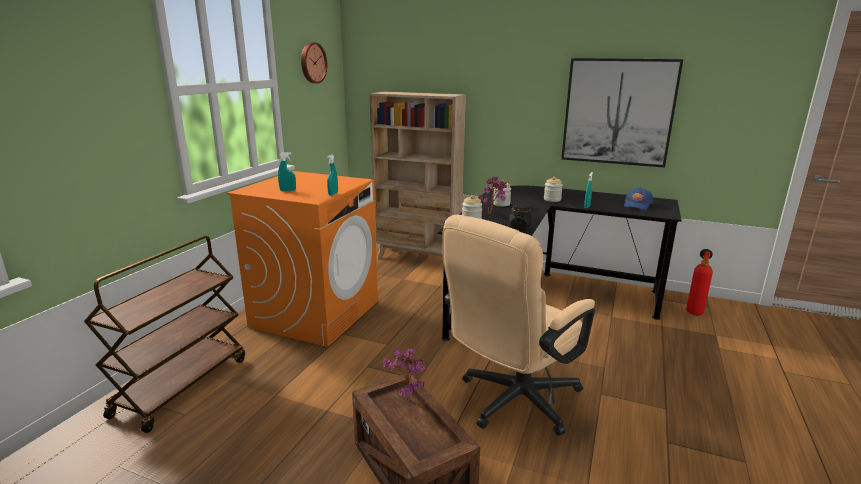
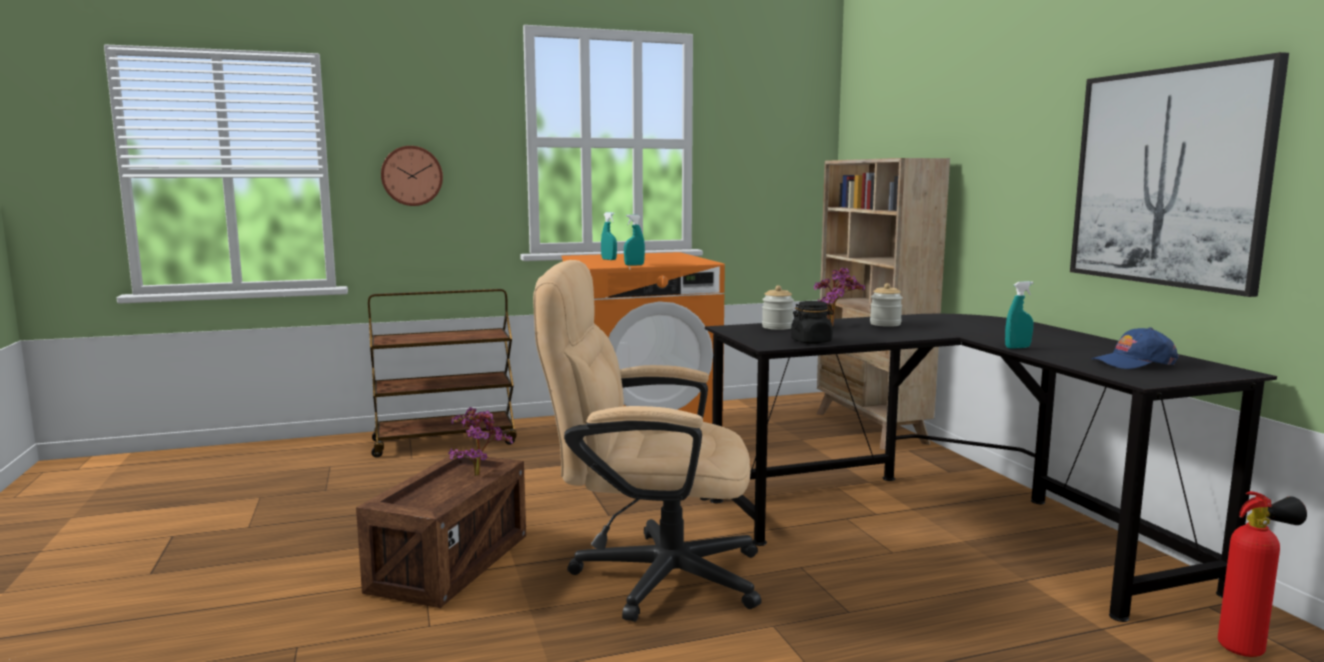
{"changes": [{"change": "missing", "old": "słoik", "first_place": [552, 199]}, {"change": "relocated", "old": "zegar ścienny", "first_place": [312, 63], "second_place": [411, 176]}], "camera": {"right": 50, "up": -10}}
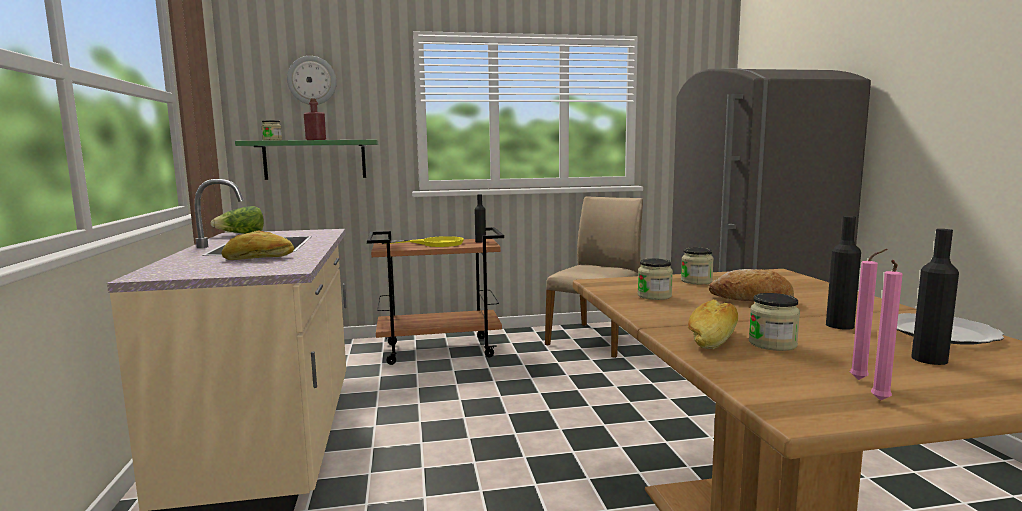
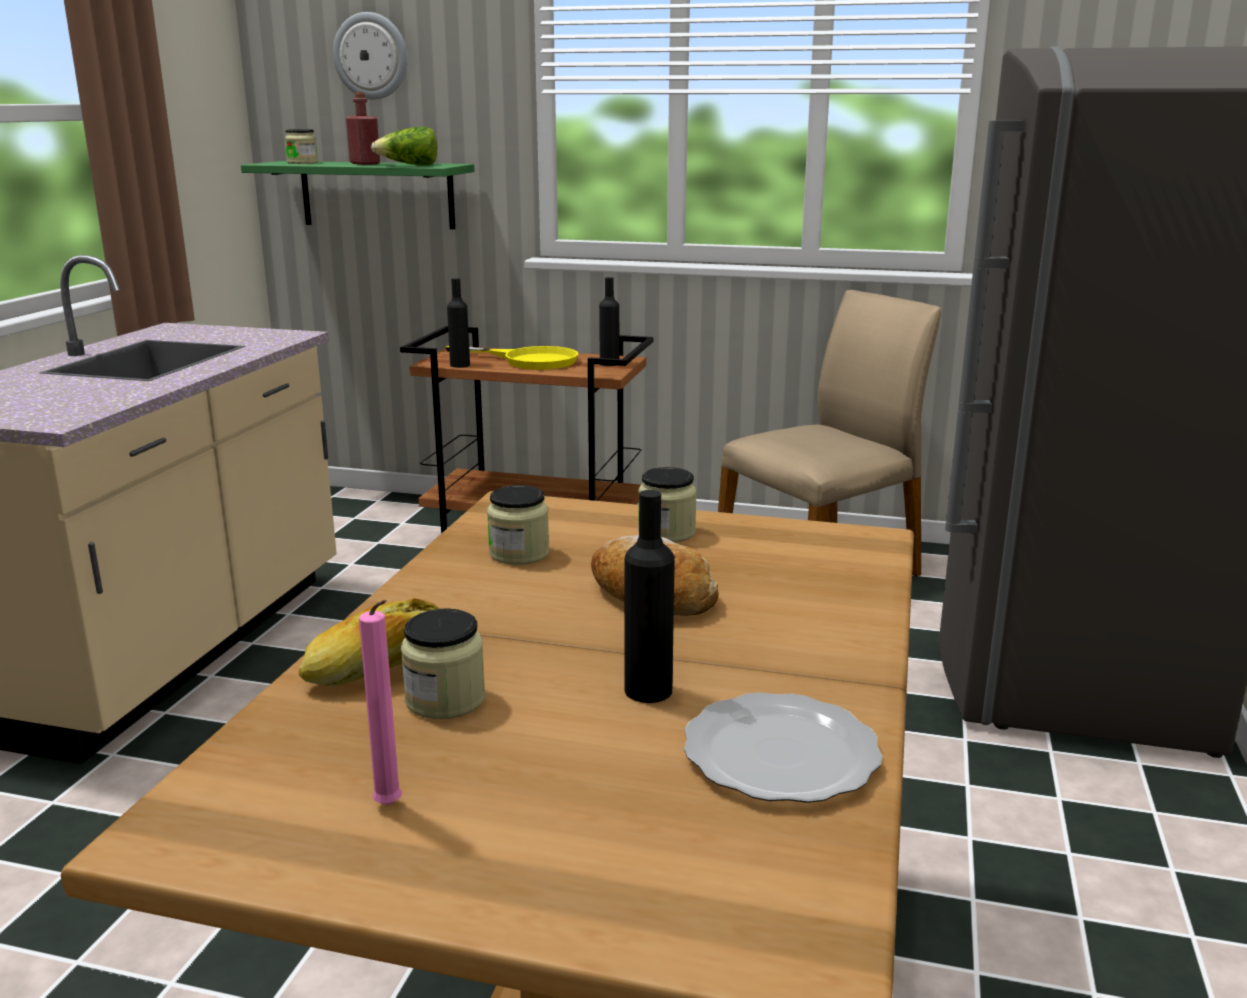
{"changes": [{"change": "missing", "old": "chleb", "first_place": [259, 258]}, {"change": "missing", "old": "świeca/różowy", "first_place": [879, 401]}, {"change": "relocated", "old": "sałata", "first_place": [241, 234], "second_place": [409, 165]}, {"change": "relocated", "old": "butelka/czarny", "first_place": [929, 359], "second_place": [460, 365]}], "camera": {"right": 25, "up": 10}}
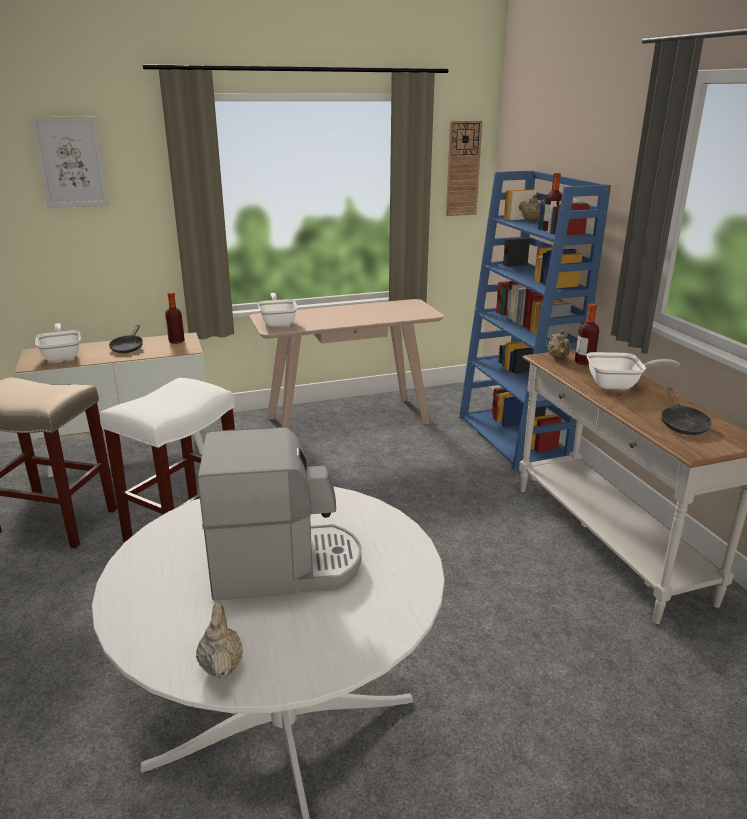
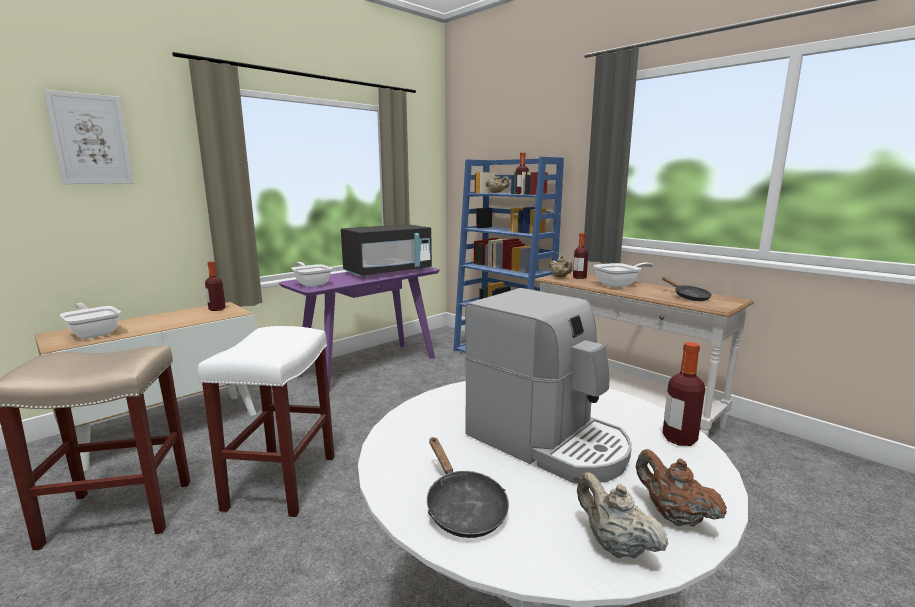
{"changes": [{"change": "missing", "old": "zegar ścienny", "first_place": [463, 169]}, {"change": "appeared", "new": "mikrofalówka/czarny", "second_place": [388, 272]}, {"change": "appeared", "new": "imbryk/brązowy", "second_place": [673, 516]}, {"change": "appeared", "new": "butelka", "second_place": [679, 439]}, {"change": "relocated", "old": "patelnia/czarny", "first_place": [128, 347], "second_place": [462, 508]}, {"change": "colour", "old": "stolik konsolowy/beżowy", "new": "stolik konsolowy/fioletowy", "first_place": [348, 420], "second_place": [369, 366]}, {"change": "spun", "old": "ekspres do kawy", "first_place": [284, 566], "second_place": [548, 442], "degrees": 75}], "camera": {"right": -25, "up": -10}}
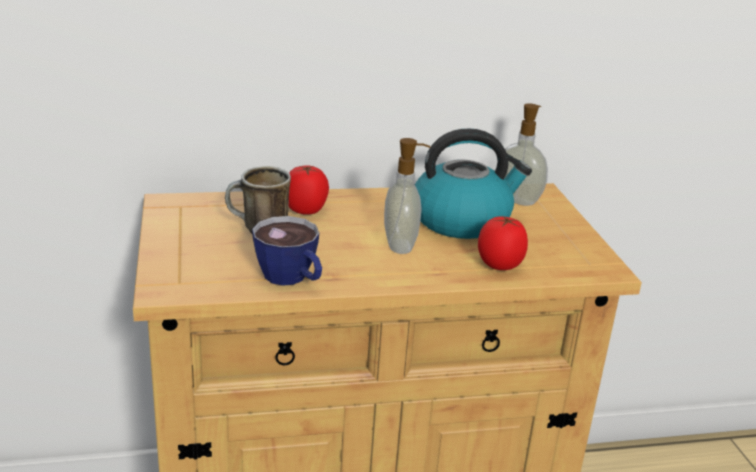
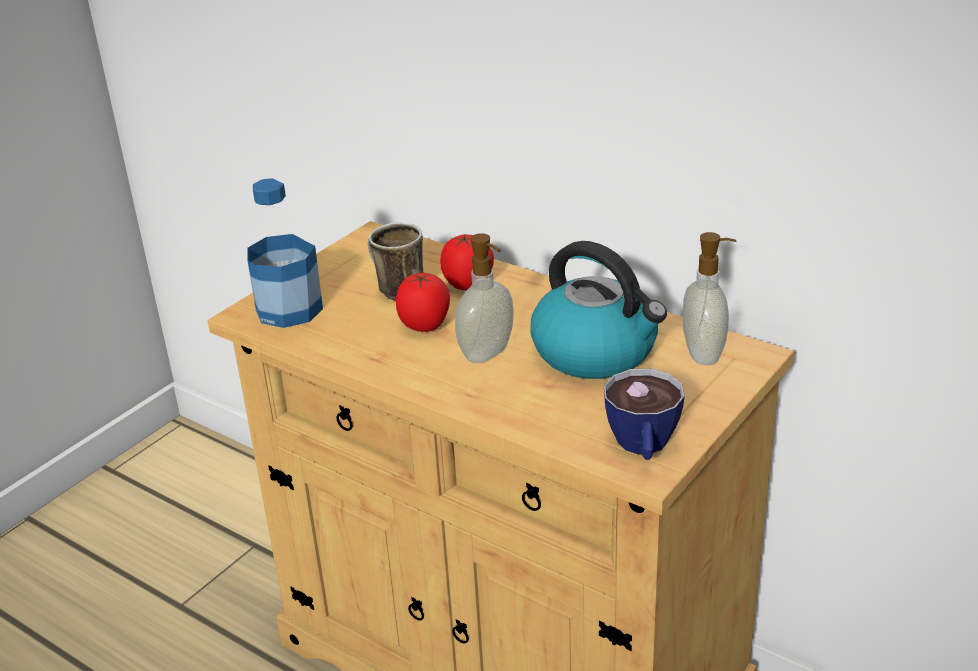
{"changes": [{"change": "appeared", "new": "butelka", "second_place": [289, 309]}, {"change": "relocated", "old": "filiżanka", "first_place": [292, 279], "second_place": [643, 447]}, {"change": "relocated", "old": "pomidor", "first_place": [499, 265], "second_place": [425, 325]}], "camera": {"right": 50, "up": 5}}
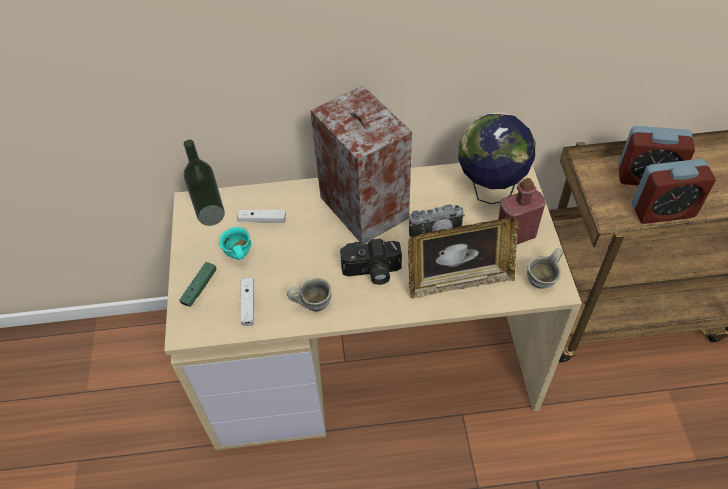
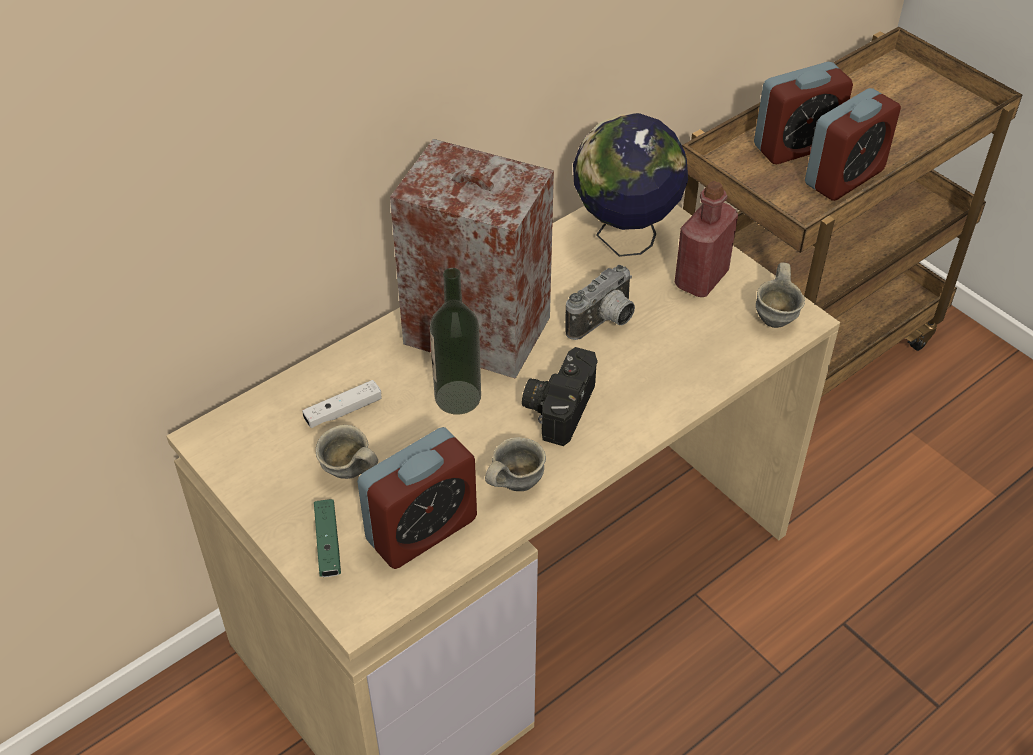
{"changes": [{"change": "missing", "old": "ramka na zdjęcie", "first_place": [459, 281]}, {"change": "relocated", "old": "butelka", "first_place": [211, 215], "second_place": [457, 397]}, {"change": "exchanged", "old": "pad do gier/biały", "new": "budzik", "first_place": [248, 304], "second_place": [421, 530]}, {"change": "colour", "old": "kubek/turkusowy", "new": "kubek/szary", "first_place": [238, 256], "second_place": [348, 475]}, {"change": "spun", "old": "aparat fotograficzny", "first_place": [371, 272], "second_place": [558, 406], "degrees": 150}], "camera": {"right": -35, "up": -5}}
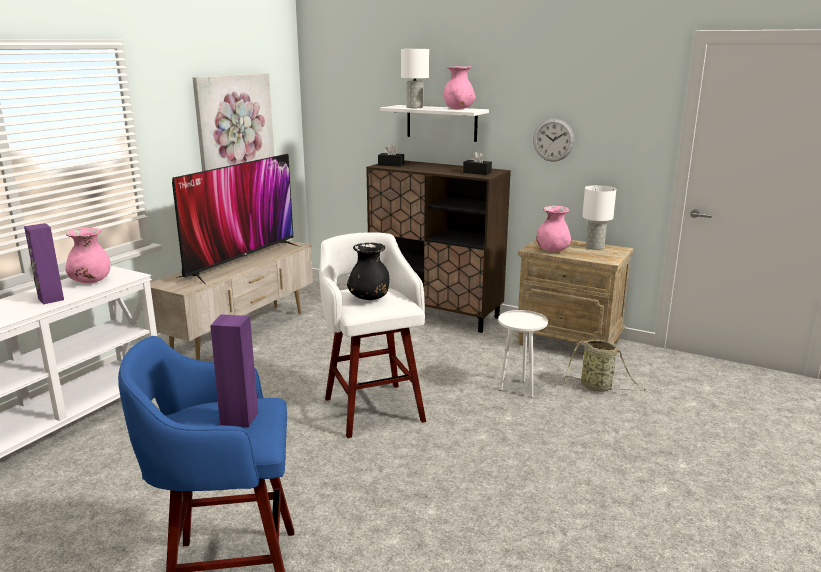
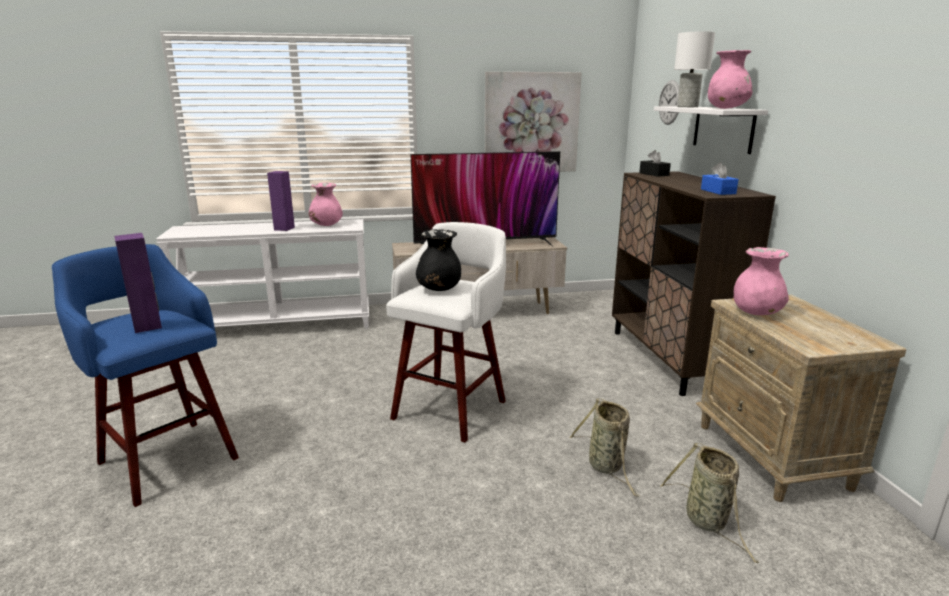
{"changes": [{"change": "missing", "old": "lampa stołowa/biały", "first_place": [595, 247]}, {"change": "relocated", "old": "zegar ścienny", "first_place": [553, 140], "second_place": [670, 102]}, {"change": "exchanged", "old": "stolik/biały", "new": "koszyk", "first_place": [518, 389], "second_place": [606, 467]}, {"change": "colour", "old": "pudełko chusteczek/czarny", "new": "pudełko chusteczek/niebieski", "first_place": [477, 172], "second_place": [718, 191]}], "camera": {"right": 50, "up": 0}}
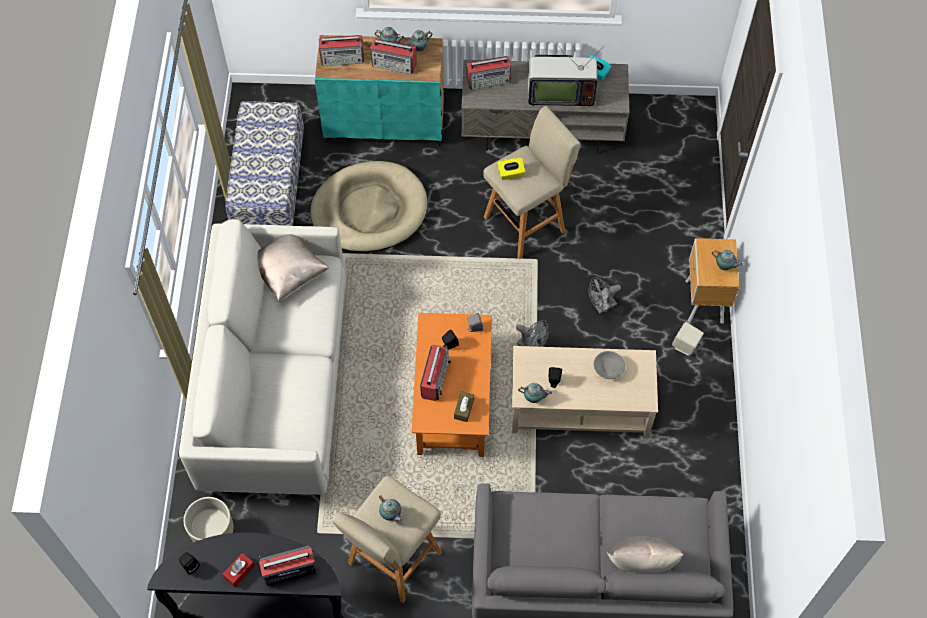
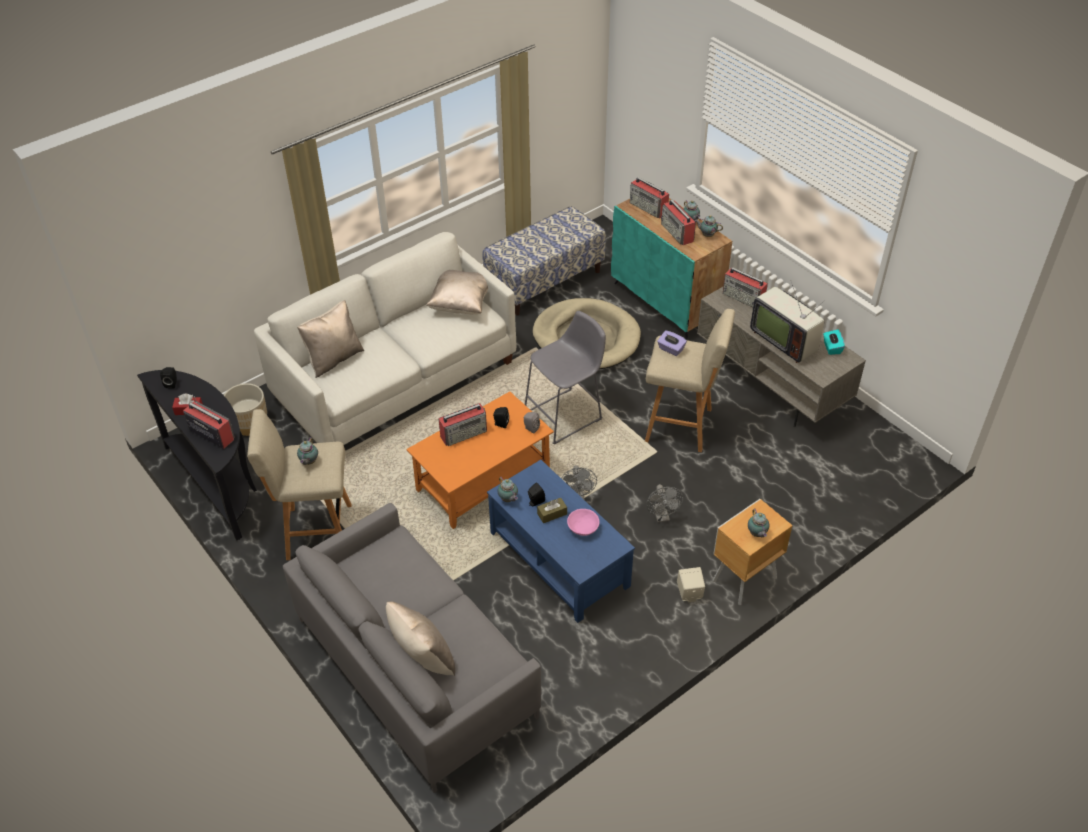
{"changes": [{"change": "appeared", "new": "poduszka/beżowy", "second_place": [334, 358]}, {"change": "appeared", "new": "stołek/szary", "second_place": [566, 415]}, {"change": "relocated", "old": "pudełko chusteczek/brązowy", "first_place": [464, 409], "second_place": [552, 514]}, {"change": "colour", "old": "pudełko chusteczek/żółty", "new": "pudełko chusteczek/fioletowy", "first_place": [510, 173], "second_place": [671, 349]}, {"change": "colour", "old": "ława/beżowy", "new": "ława/niebieski", "first_place": [579, 406], "second_place": [558, 559]}, {"change": "colour", "old": "miska/szary", "new": "miska/różowy", "first_place": [608, 369], "second_place": [583, 528]}, {"change": "spun", "old": "wentylator/szary", "first_place": [602, 306], "second_place": [662, 516], "degrees": -120}], "camera": {"right": 50, "up": -15}}
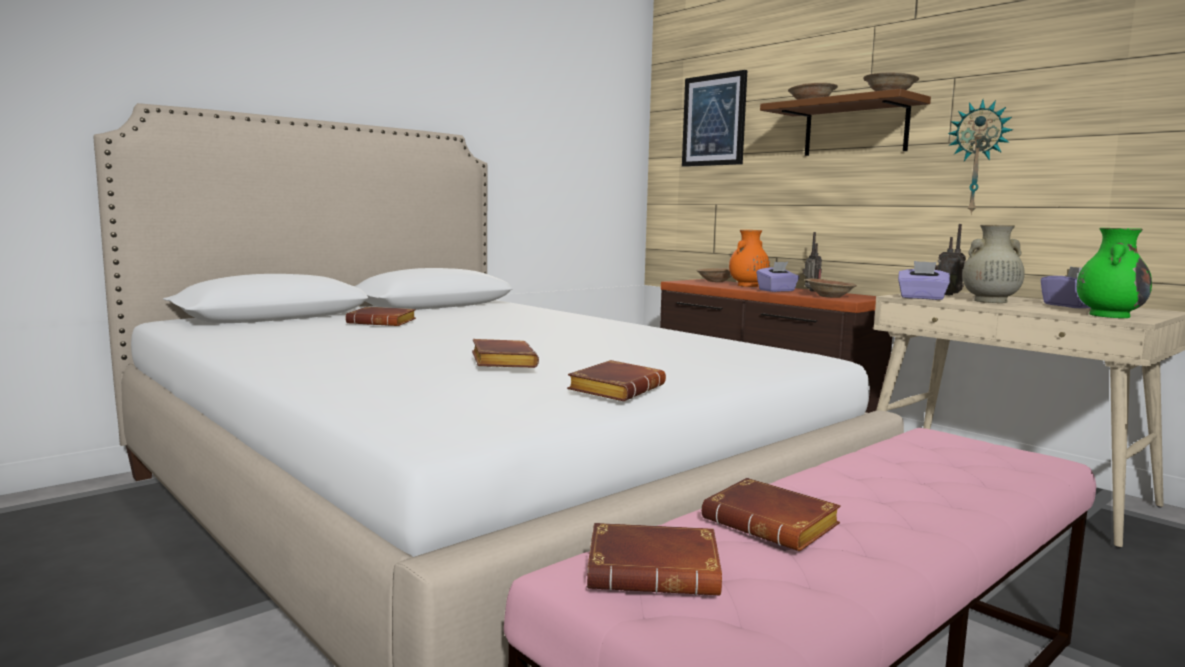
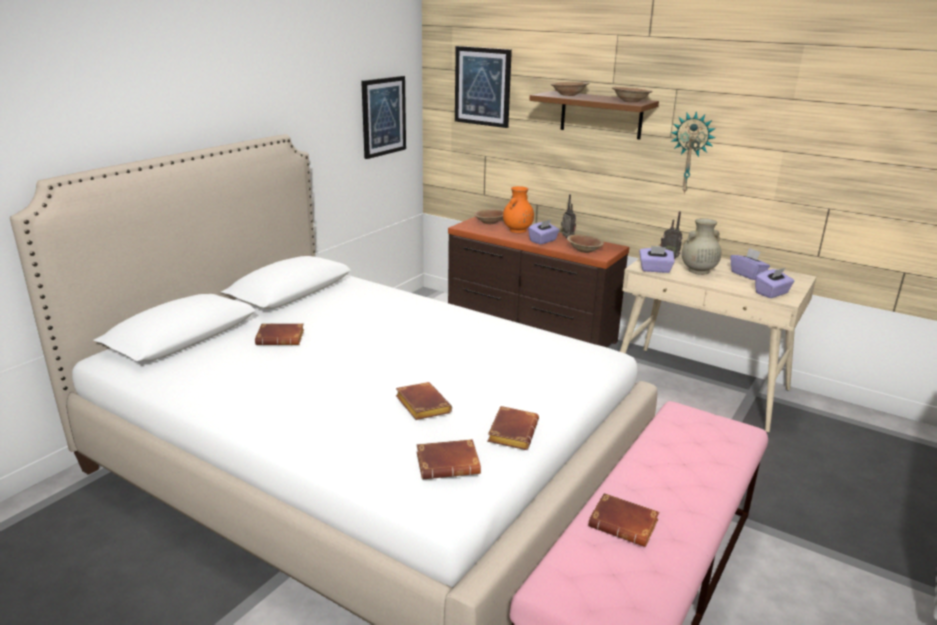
{"changes": [{"change": "appeared", "new": "obraz", "second_place": [383, 116]}, {"change": "relocated", "old": "książka/brązowy", "first_place": [657, 571], "second_place": [449, 464]}, {"change": "exchanged", "old": "wazon/zielony", "new": "pudełko chusteczek/fioletowy", "first_place": [1109, 315], "second_place": [772, 293]}], "camera": {"right": -15, "up": 15}}
